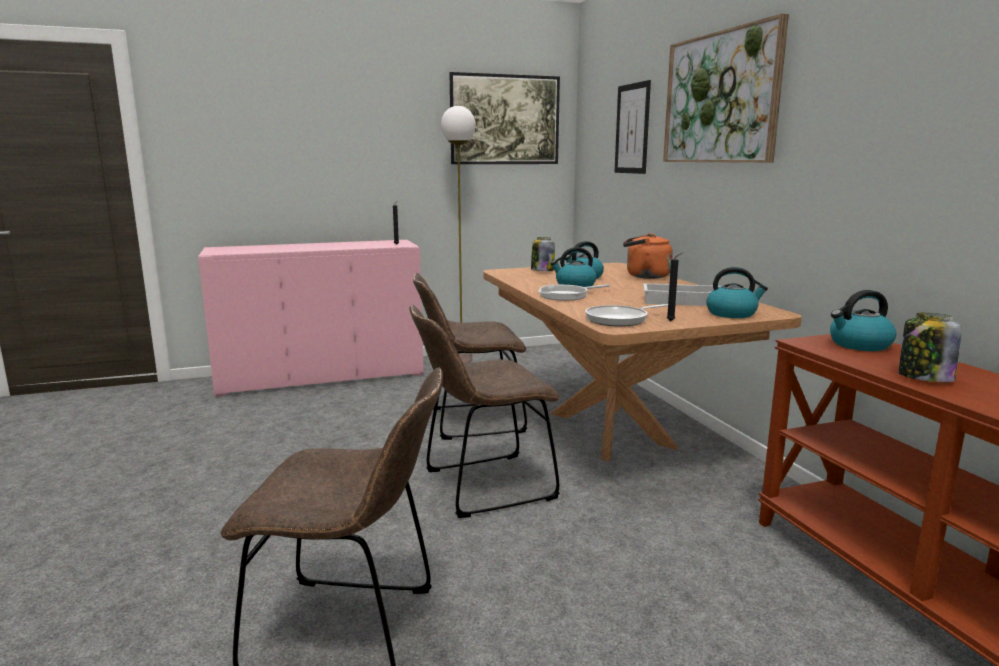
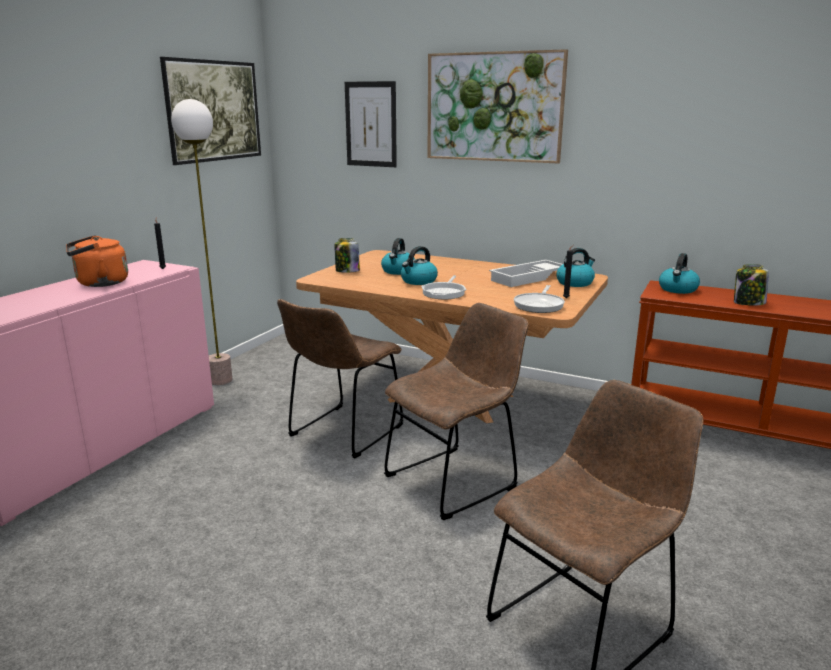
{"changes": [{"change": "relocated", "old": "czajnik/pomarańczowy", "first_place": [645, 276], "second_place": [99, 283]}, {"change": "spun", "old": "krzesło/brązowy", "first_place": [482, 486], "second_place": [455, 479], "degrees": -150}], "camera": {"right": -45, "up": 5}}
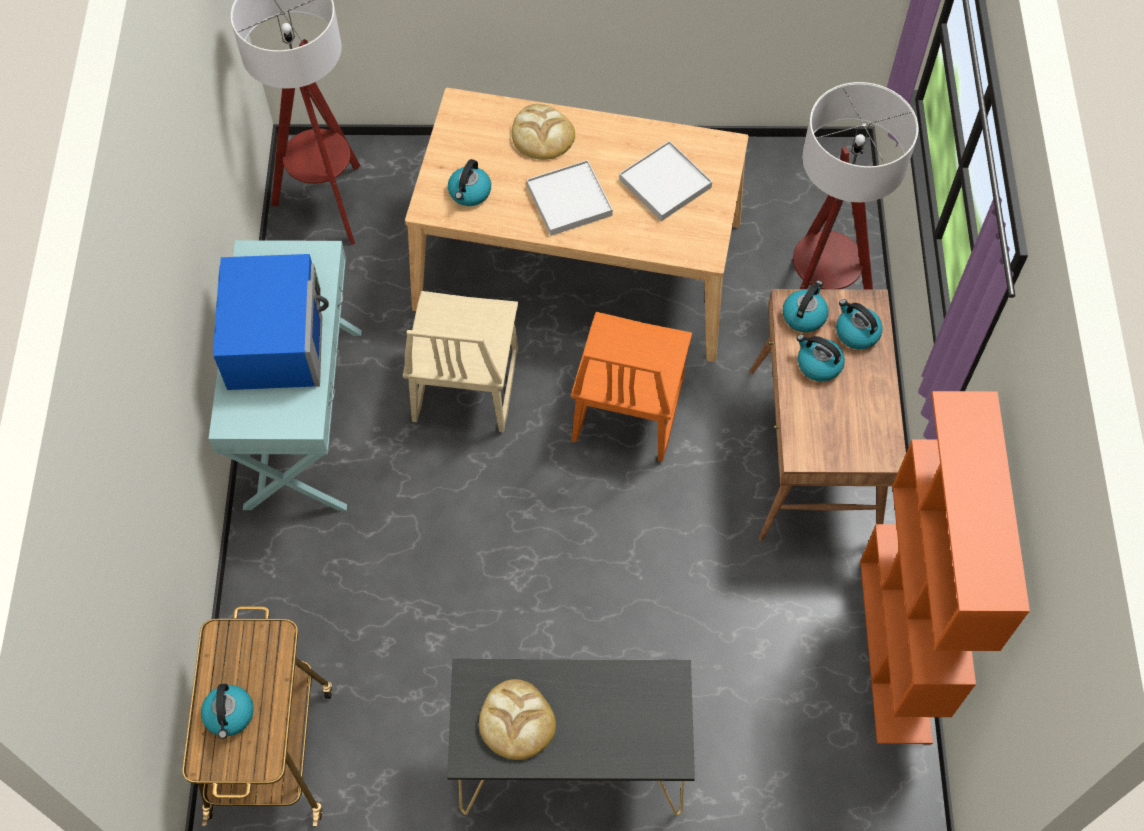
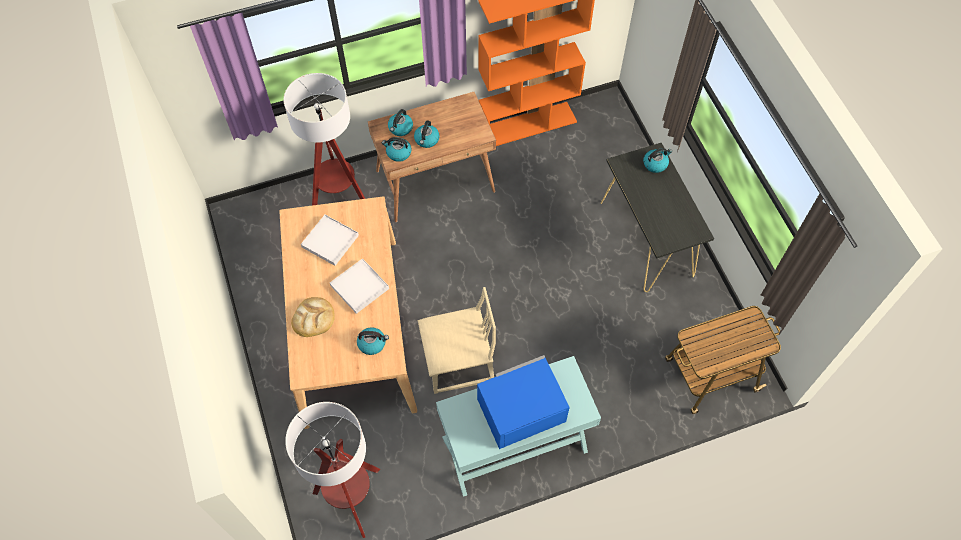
{"changes": [{"change": "missing", "old": "chleb", "first_place": [516, 721]}, {"change": "missing", "old": "krzesło/pomarańczowy", "first_place": [626, 410]}, {"change": "relocated", "old": "czajnik", "first_place": [230, 715], "second_place": [655, 164]}], "camera": {"right": -110, "up": 0}}
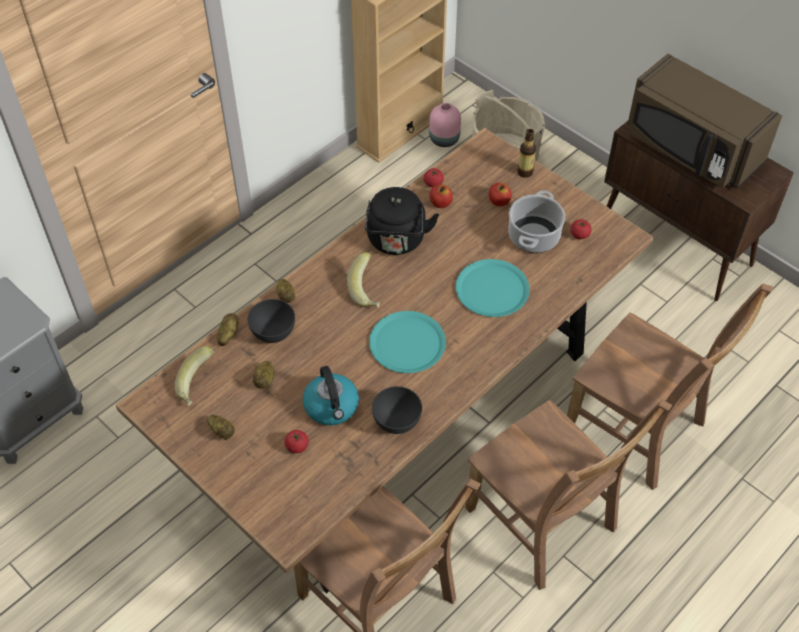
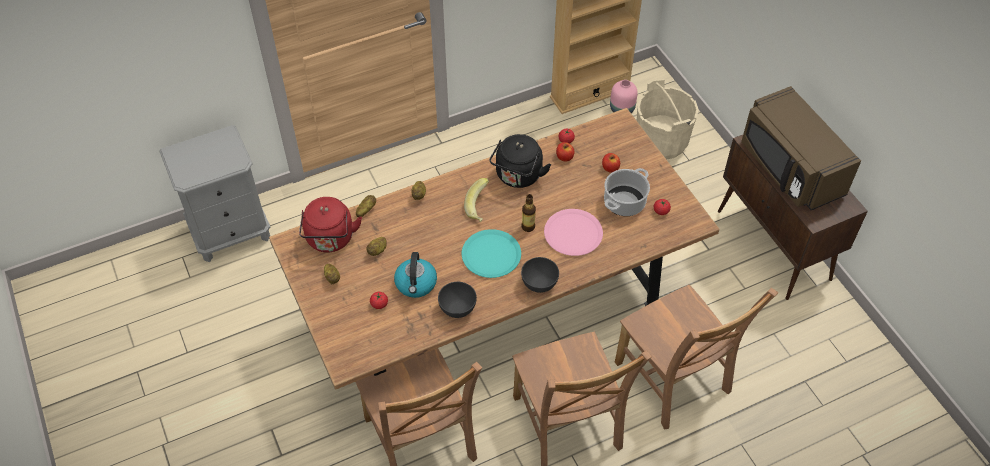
{"changes": [{"change": "relocated", "old": "miska/szary", "first_place": [273, 333], "second_place": [539, 284]}, {"change": "relocated", "old": "butelka", "first_place": [525, 172], "second_place": [528, 227]}, {"change": "exchanged", "old": "banan", "new": "czajnik/czerwony", "first_place": [198, 385], "second_place": [330, 240]}, {"change": "colour", "old": "talerz/turkusowy", "new": "talerz/różowy", "first_place": [492, 289], "second_place": [573, 233]}], "camera": {"right": 20, "up": 0}}
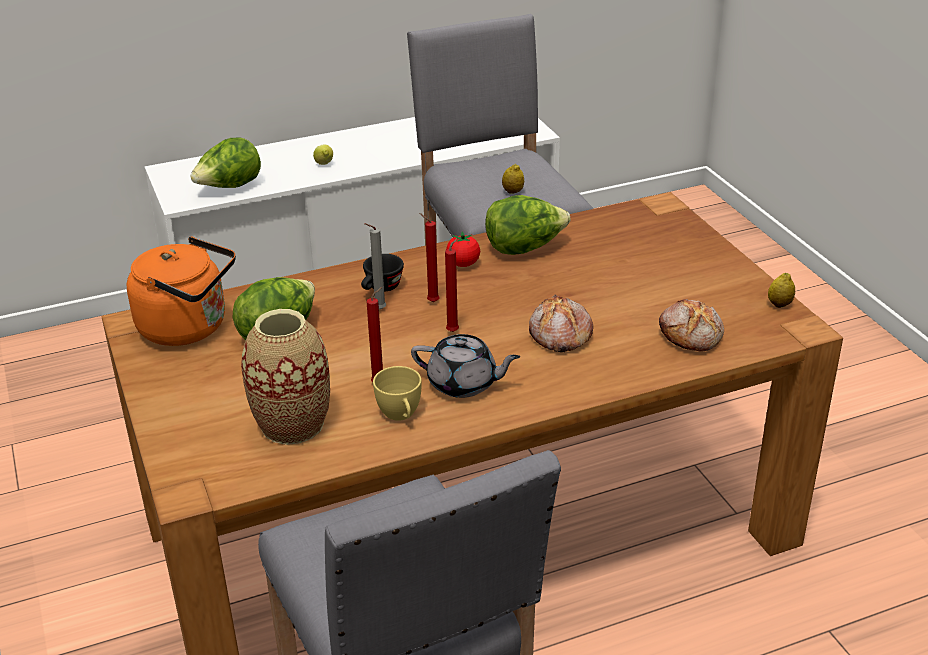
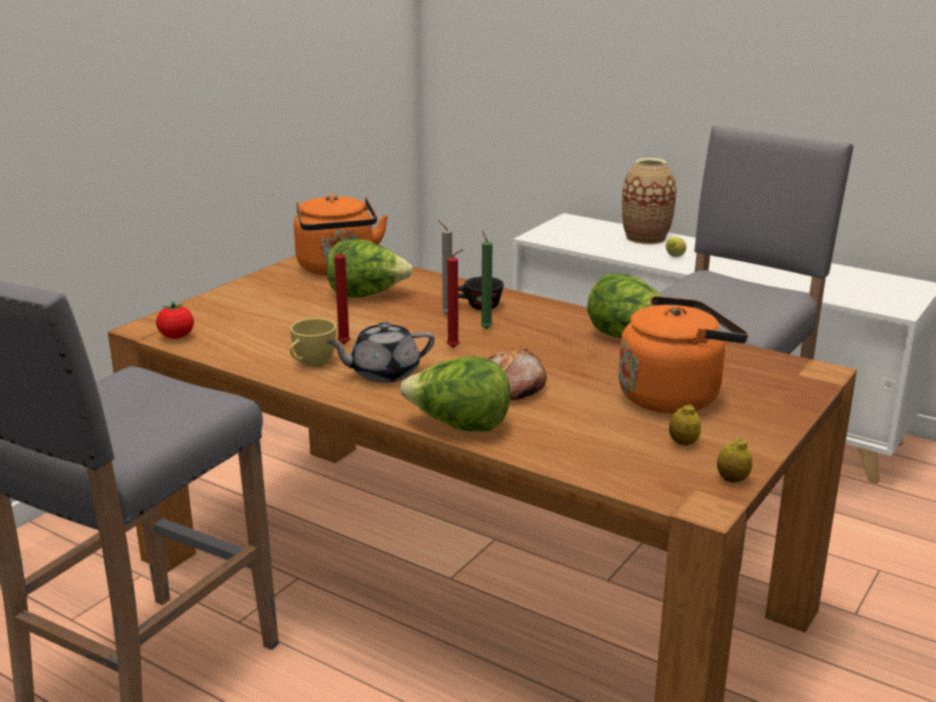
{"changes": [{"change": "missing", "old": "chleb", "first_place": [691, 334]}, {"change": "appeared", "new": "czajnik/pomarańczowy", "second_place": [674, 396]}, {"change": "relocated", "old": "sałata", "first_place": [230, 187], "second_place": [459, 426]}, {"change": "relocated", "old": "wazon", "first_place": [292, 424], "second_place": [645, 238]}, {"change": "relocated", "old": "pomidor", "first_place": [463, 264], "second_place": [176, 336]}, {"change": "relocated", "old": "cytryna", "first_place": [513, 192], "second_place": [683, 443]}, {"change": "colour", "old": "świeca/czerwony", "new": "świeca/zielony", "first_place": [431, 302], "second_place": [485, 328]}, {"change": "spun", "old": "imbryk/szary", "first_place": [464, 384], "second_place": [383, 373], "degrees": 90}], "camera": {"right": 55, "up": -10}}
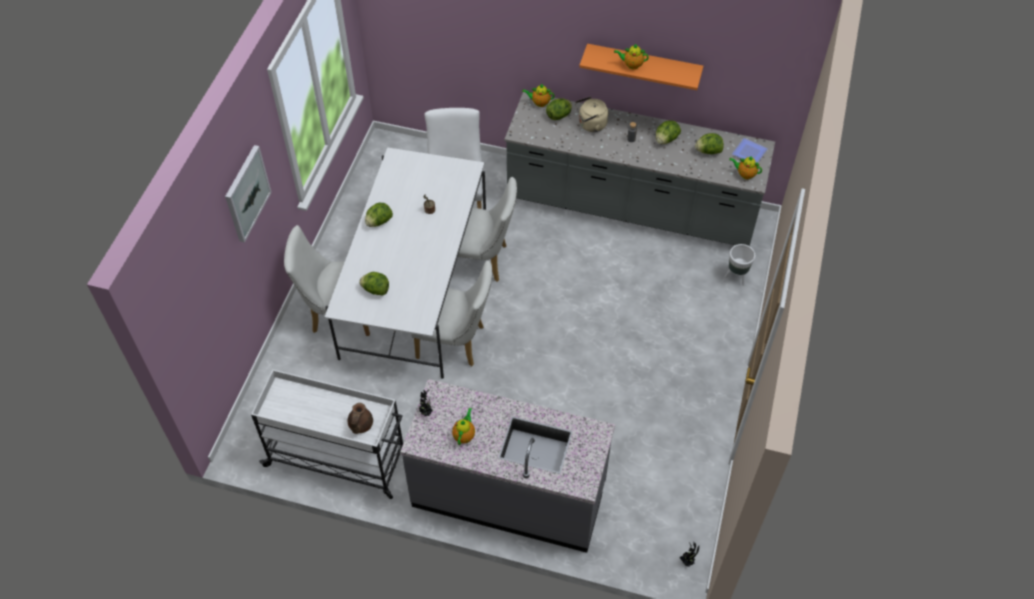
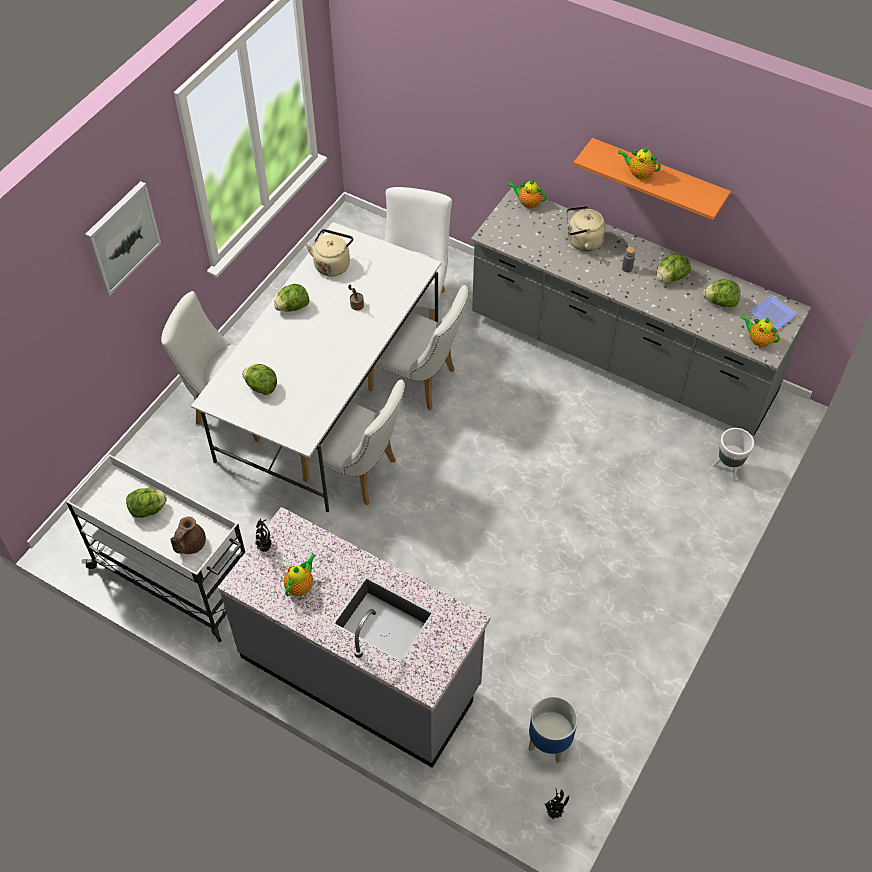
{"changes": [{"change": "appeared", "new": "czajnik/beżowy", "second_place": [332, 264]}, {"change": "appeared", "new": "donica", "second_place": [549, 743]}, {"change": "relocated", "old": "sałata", "first_place": [559, 116], "second_place": [148, 510]}], "camera": {"right": 15, "up": 0}}
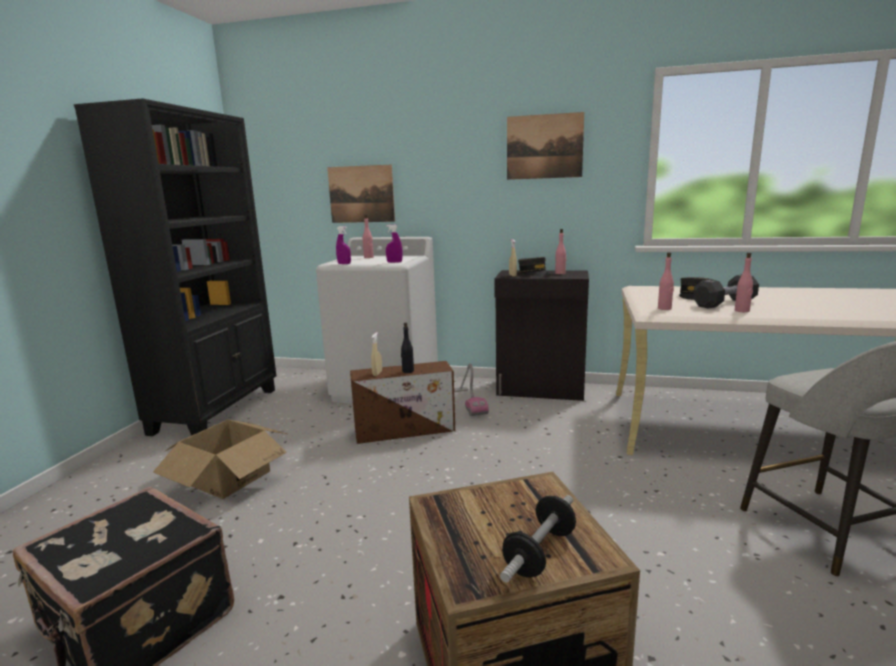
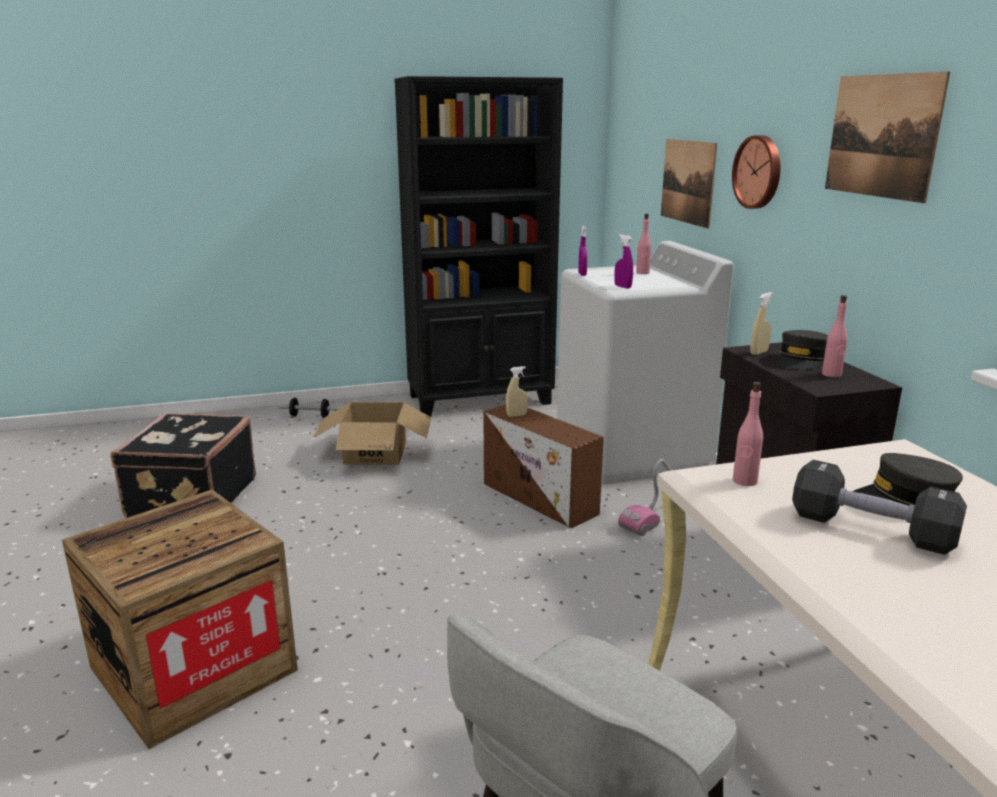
{"changes": [{"change": "missing", "old": "butelka/czarny", "first_place": [407, 371]}, {"change": "missing", "old": "butelka/różowy", "first_place": [742, 311]}, {"change": "appeared", "new": "zegar ścienny", "second_place": [759, 172]}, {"change": "relocated", "old": "hantel", "first_place": [540, 553], "second_place": [310, 416]}], "camera": {"right": 60, "up": 5}}
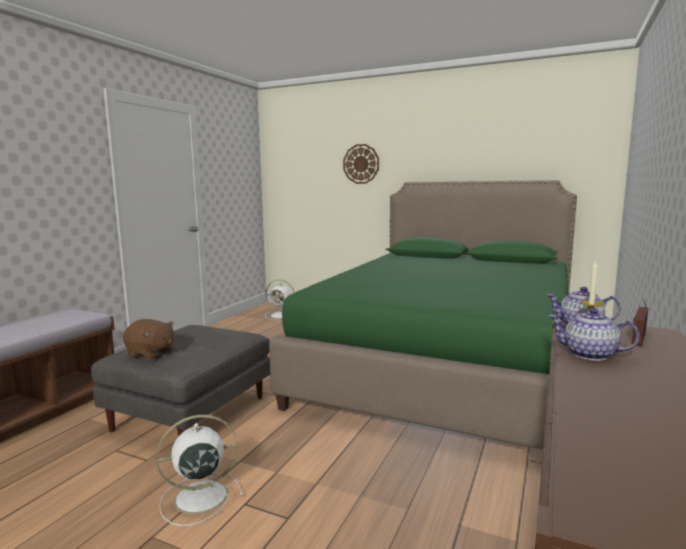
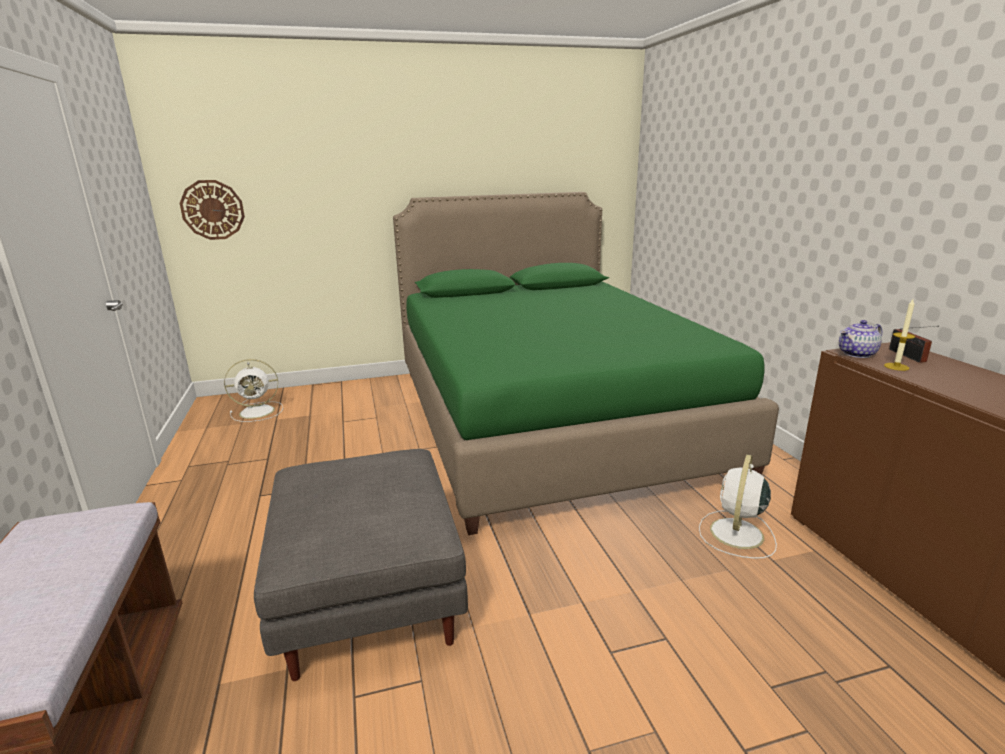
{"changes": [{"change": "missing", "old": "pluszak/brązowy", "first_place": [151, 354]}, {"change": "missing", "old": "imbryk", "first_place": [590, 355]}, {"change": "relocated", "old": "wentylator/biały", "first_place": [198, 497], "second_place": [736, 534]}, {"change": "relocated", "old": "zegar ścienny", "first_place": [361, 164], "second_place": [212, 210]}], "camera": {"right": -40, "up": 10}}
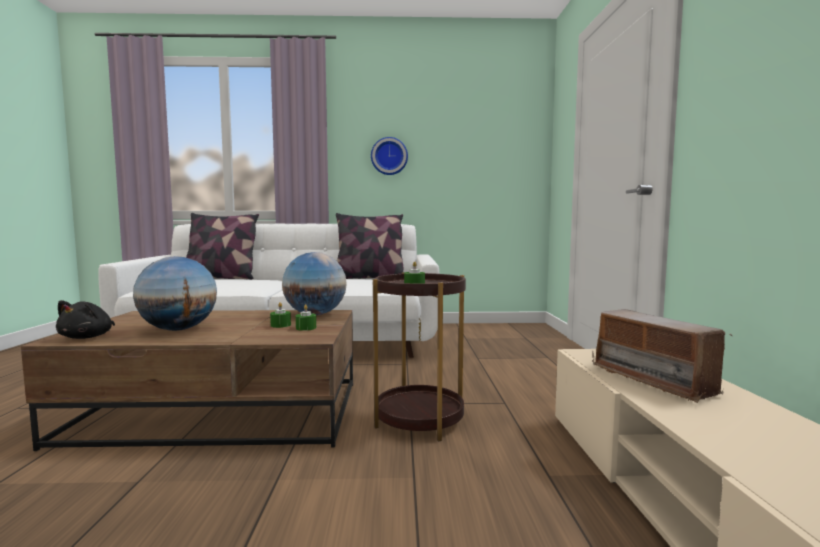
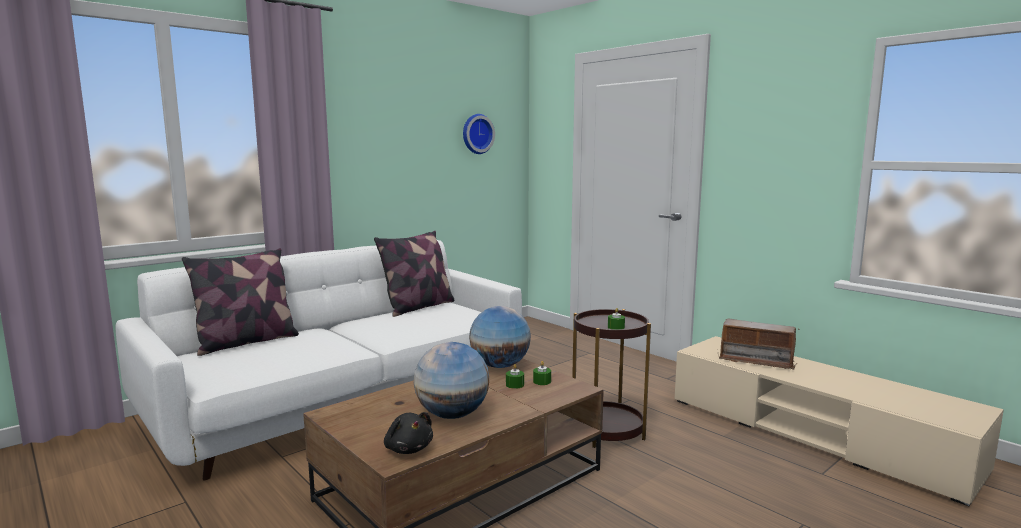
{"changes": [{"change": "relocated", "old": "zegar ścienny", "first_place": [389, 156], "second_place": [476, 134]}], "camera": {"right": -40, "up": 5}}
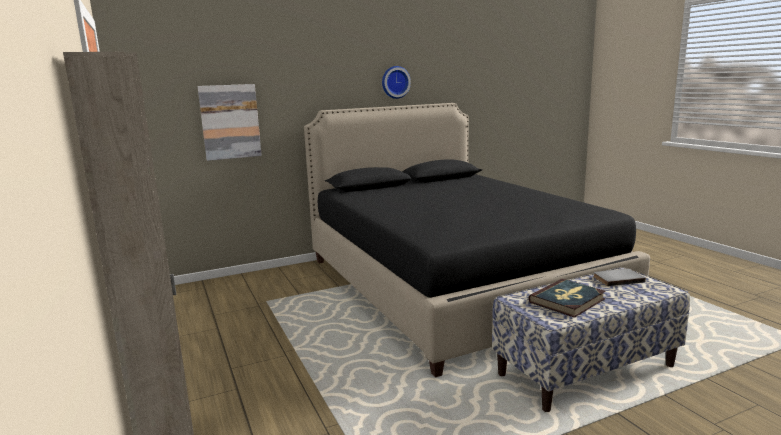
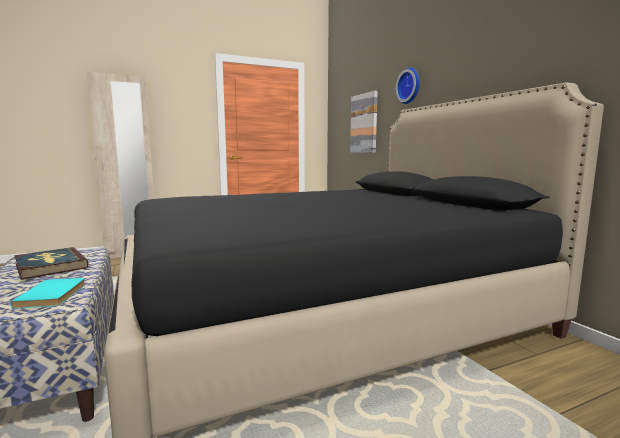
{"changes": [{"change": "relocated", "old": "zegar ścienny", "first_place": [395, 82], "second_place": [410, 86]}, {"change": "colour", "old": "książka/szary", "new": "książka/turkusowy", "first_place": [617, 278], "second_place": [54, 295]}], "camera": {"right": 90, "up": -5}}
